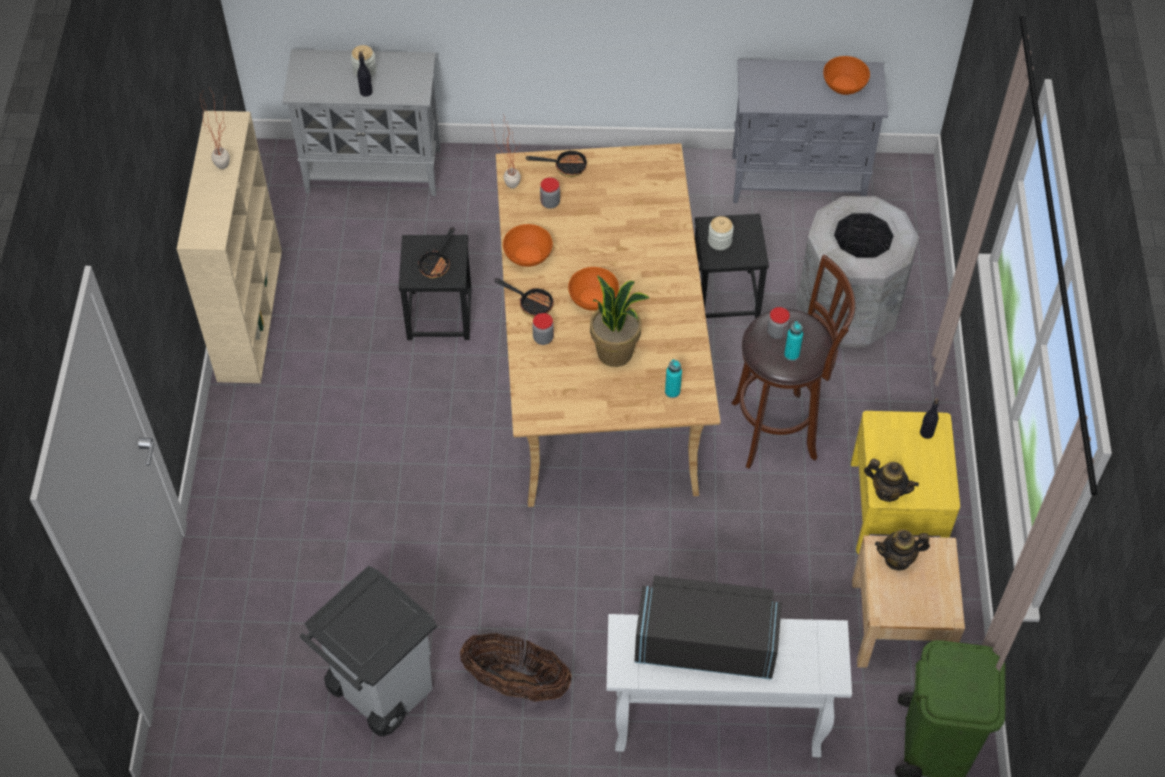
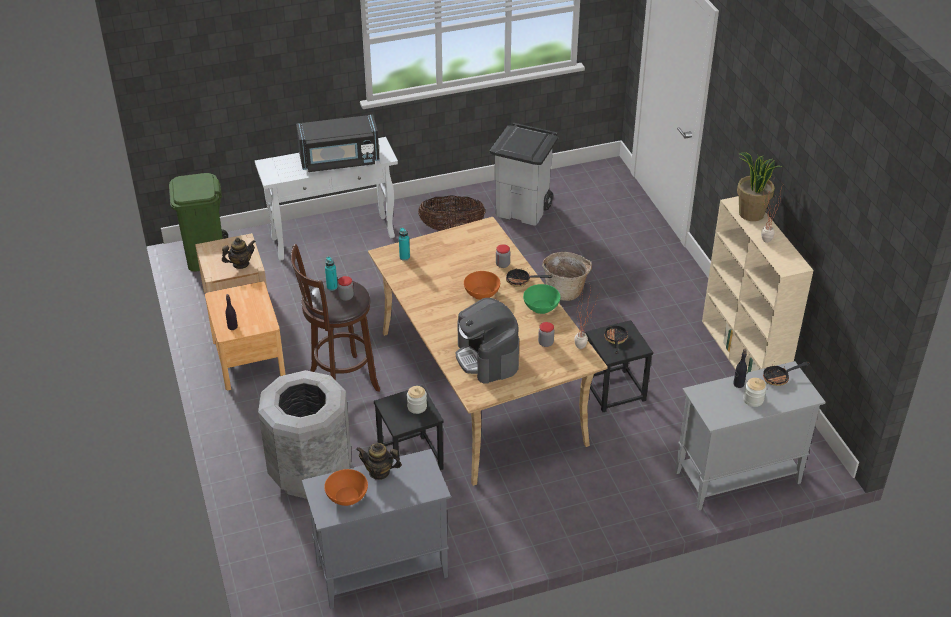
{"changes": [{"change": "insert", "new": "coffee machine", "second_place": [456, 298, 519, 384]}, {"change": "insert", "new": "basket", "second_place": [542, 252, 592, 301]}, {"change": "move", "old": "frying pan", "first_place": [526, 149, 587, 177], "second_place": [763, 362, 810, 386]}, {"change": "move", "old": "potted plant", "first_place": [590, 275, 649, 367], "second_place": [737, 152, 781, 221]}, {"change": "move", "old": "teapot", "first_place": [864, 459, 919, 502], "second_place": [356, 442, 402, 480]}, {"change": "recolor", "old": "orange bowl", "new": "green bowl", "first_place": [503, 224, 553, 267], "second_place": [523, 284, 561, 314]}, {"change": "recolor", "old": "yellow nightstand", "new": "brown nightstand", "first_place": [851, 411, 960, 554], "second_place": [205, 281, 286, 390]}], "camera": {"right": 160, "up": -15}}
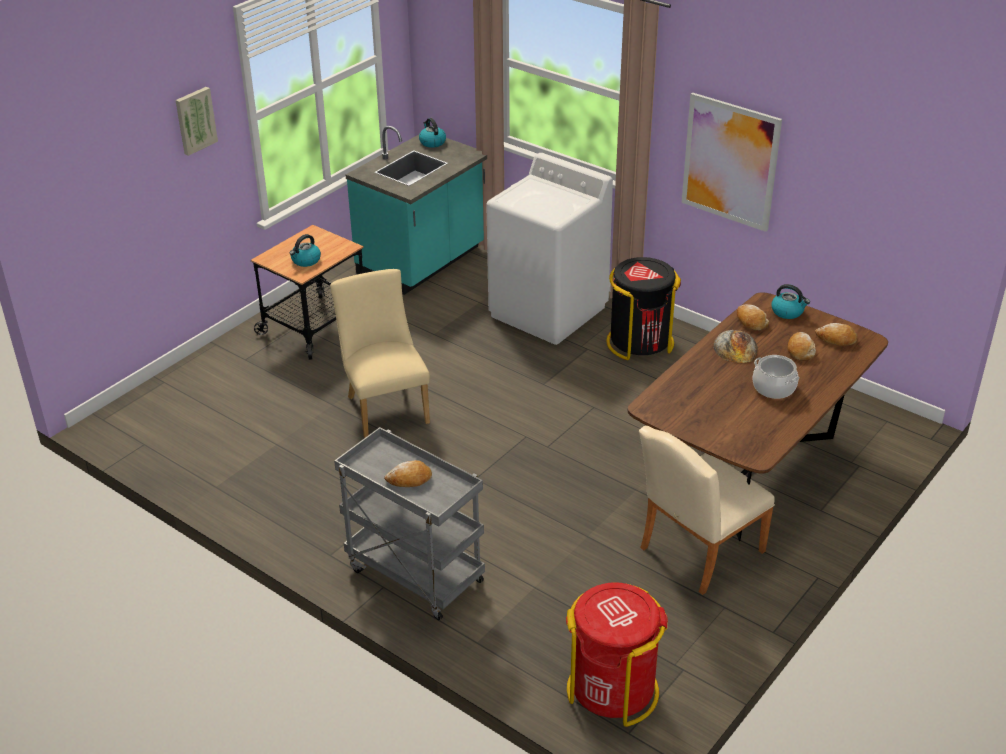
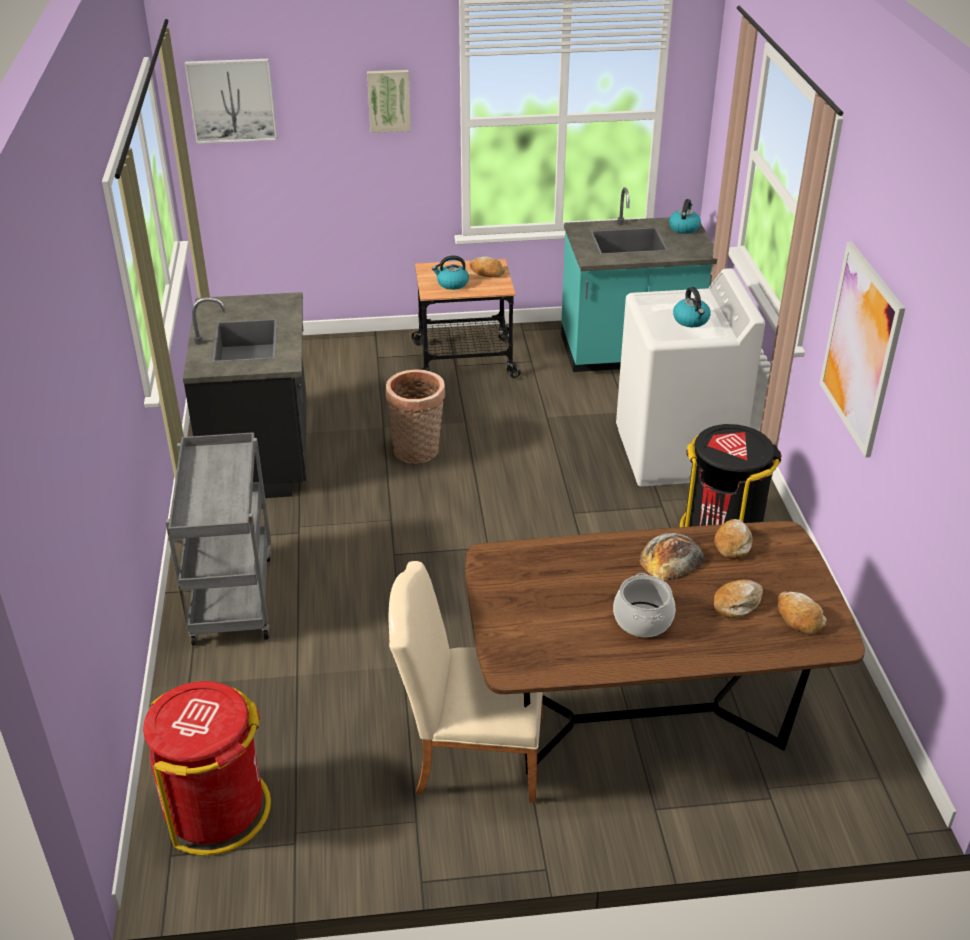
{"changes": [{"change": "insert", "new": "black counter", "second_place": [183, 292, 307, 498]}, {"change": "insert", "new": "picture", "second_place": [185, 59, 277, 144]}, {"change": "move", "old": "bread", "first_place": [384, 460, 432, 487], "second_place": [470, 256, 505, 278]}, {"change": "move", "old": "kettle", "first_place": [771, 284, 810, 319], "second_place": [673, 287, 711, 327]}, {"change": "replace", "old": "beige chair", "new": "basket", "first_place": [330, 269, 430, 438], "second_place": [386, 369, 445, 464]}], "camera": {"right": 45, "up": 0}}
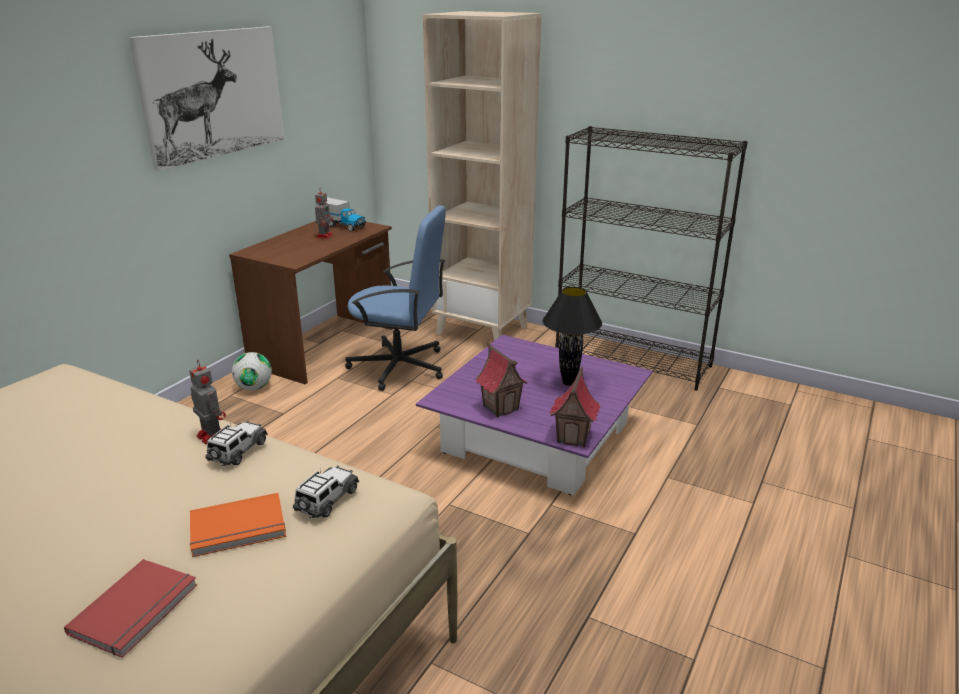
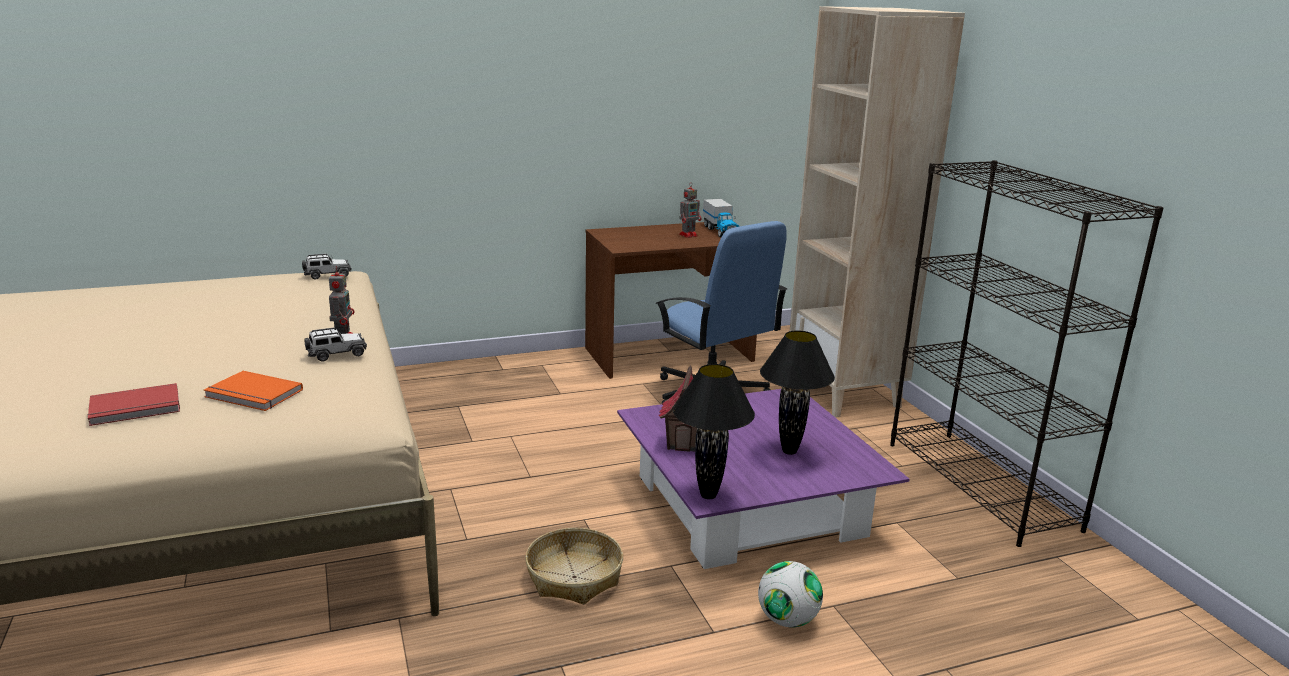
{"changes": [{"change": "delete", "old": "picture", "first_place": [129, 27, 284, 171]}, {"change": "insert", "new": "basket", "second_place": [525, 528, 623, 604]}, {"change": "move", "old": "football", "first_place": [232, 352, 272, 390], "second_place": [758, 561, 823, 627]}, {"change": "move", "old": "toy car", "first_place": [293, 465, 359, 518], "second_place": [302, 254, 352, 280]}, {"change": "replace", "old": "toy house", "new": "black table lamp", "first_place": [550, 367, 600, 447], "second_place": [673, 364, 755, 499]}], "camera": {"right": 40, "up": -5}}
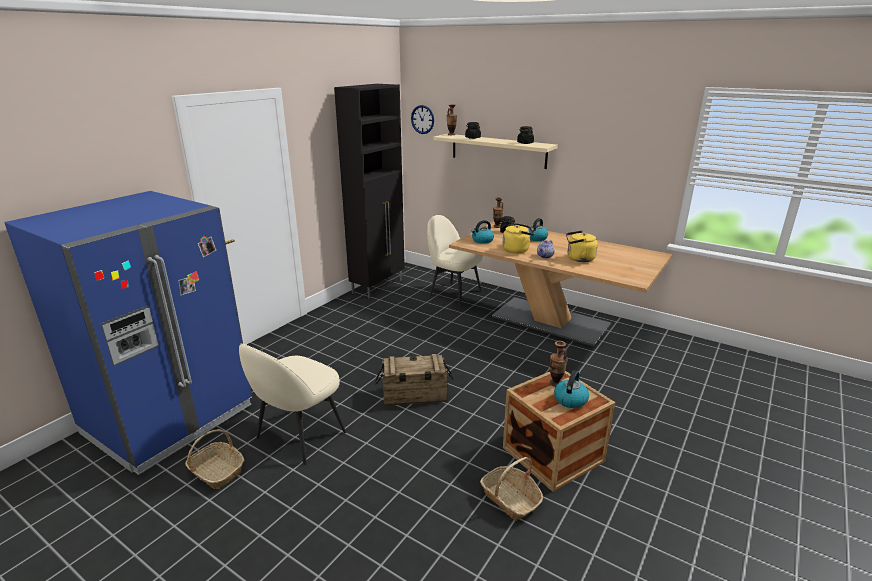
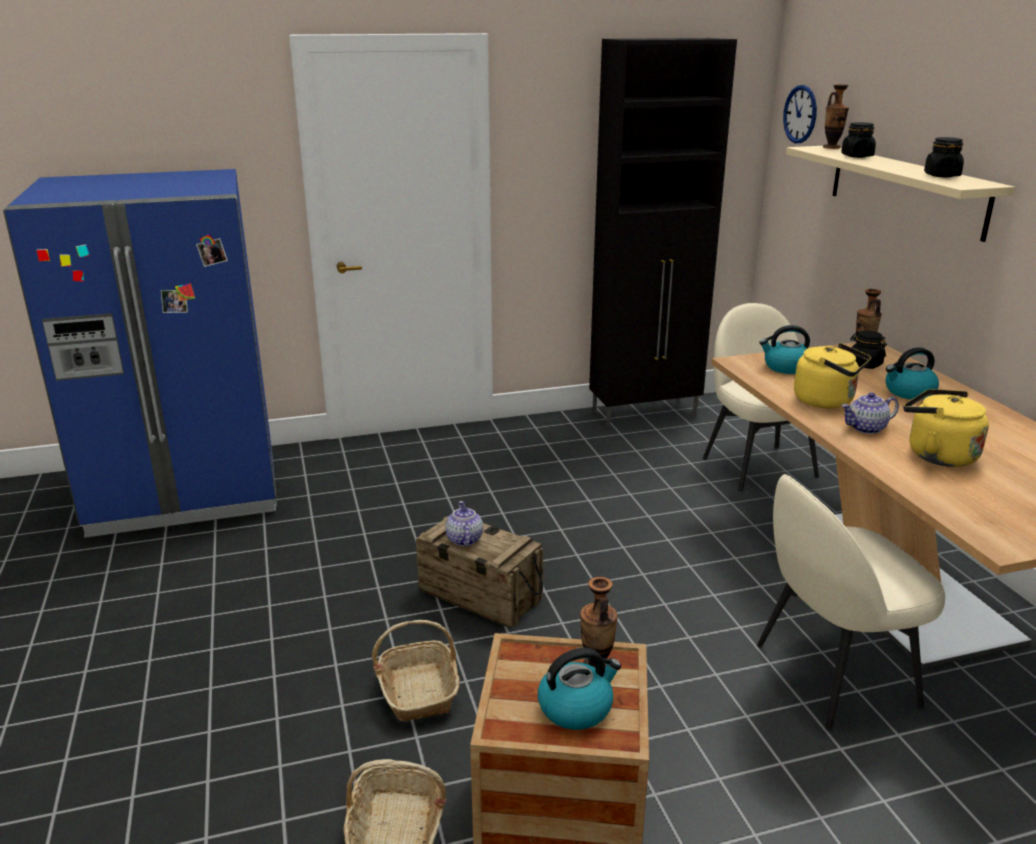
{"changes": [{"change": "insert", "new": "teapot", "second_place": [446, 501, 483, 546]}, {"change": "move", "old": "basket", "first_place": [185, 429, 245, 489], "second_place": [372, 620, 460, 722]}, {"change": "move", "old": "beige chair", "first_place": [239, 344, 346, 465], "second_place": [757, 474, 945, 731]}], "camera": {"right": 40, "up": 0}}
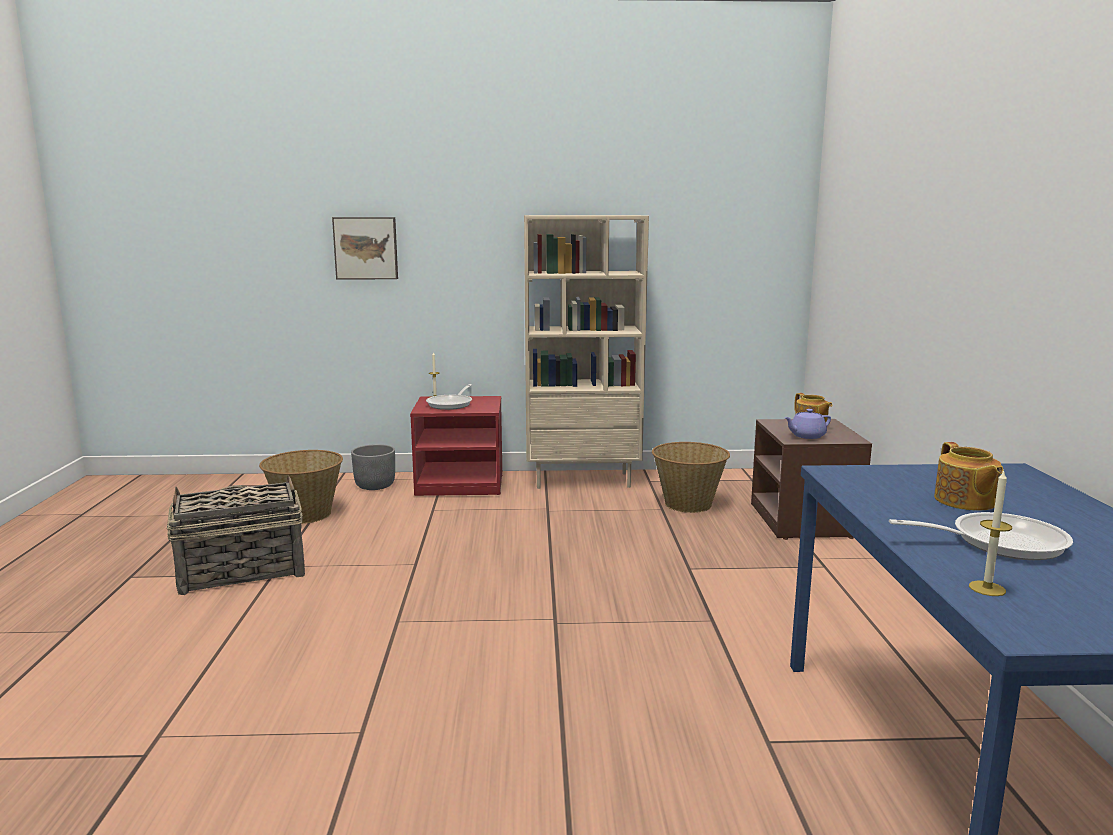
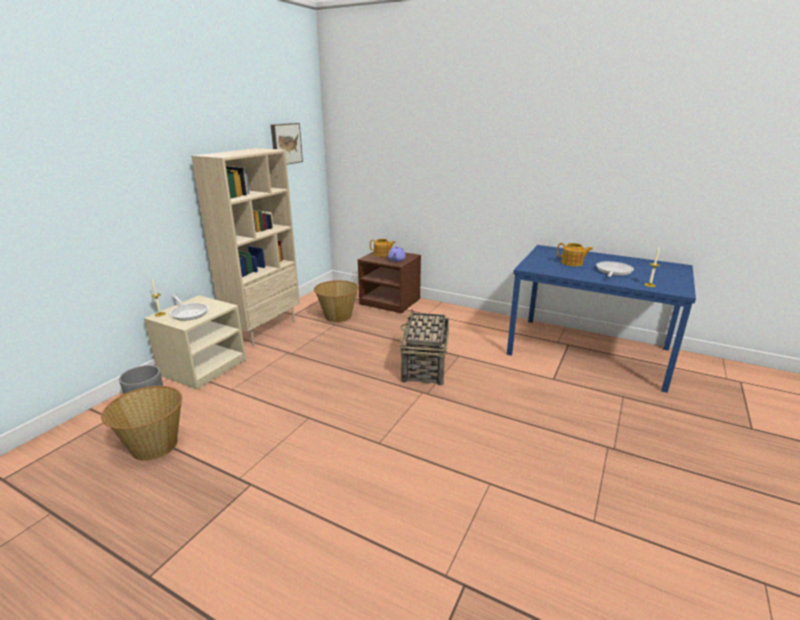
{"changes": [{"change": "move", "old": "basket", "first_place": [167, 475, 305, 595], "second_place": [400, 309, 449, 385]}, {"change": "move", "old": "picture", "first_place": [332, 217, 398, 279], "second_place": [271, 123, 303, 164]}, {"change": "recolor", "old": "red nightstand", "new": "beige nightstand", "first_place": [410, 396, 503, 496], "second_place": [144, 296, 246, 390]}], "camera": {"right": -60, "up": 10}}
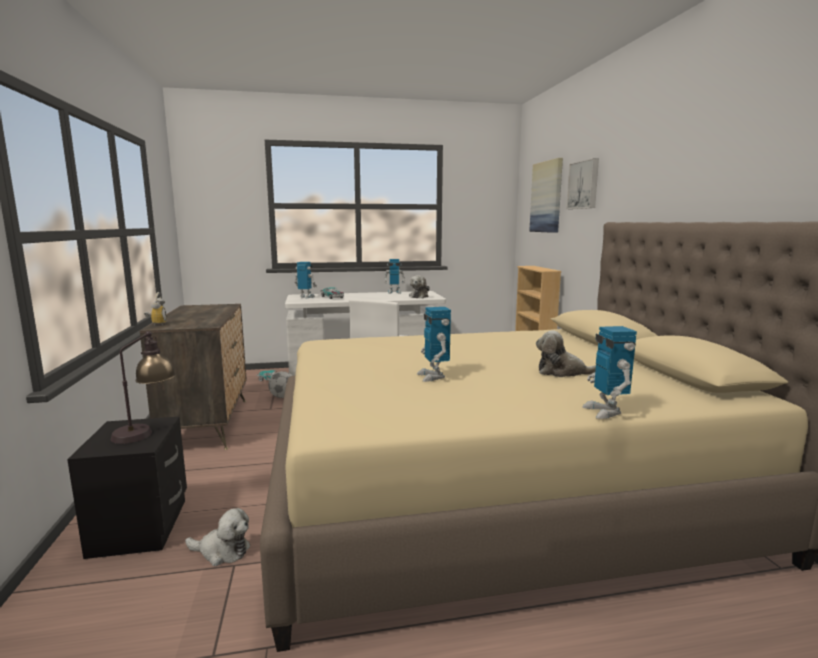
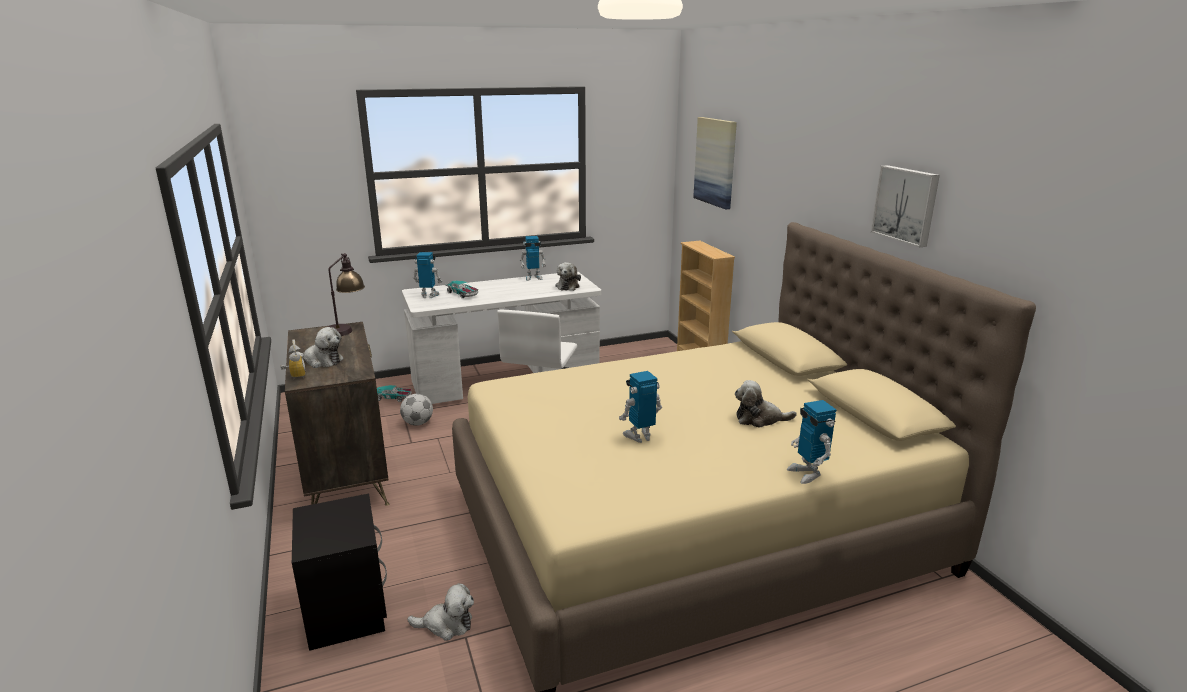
{"changes": [{"change": "insert", "new": "plush toy", "second_place": [293, 327, 344, 368]}, {"change": "move", "old": "table lamp", "first_place": [111, 331, 176, 444], "second_place": [328, 253, 365, 336]}, {"change": "move", "old": "picture", "first_place": [566, 158, 599, 209], "second_place": [871, 165, 940, 247]}, {"change": "rotate", "old": "toy robot", "first_place": [417, 307, 451, 382], "second_place": [619, 371, 662, 443], "degrees": 90}], "camera": {"right": -10, "up": 10}}
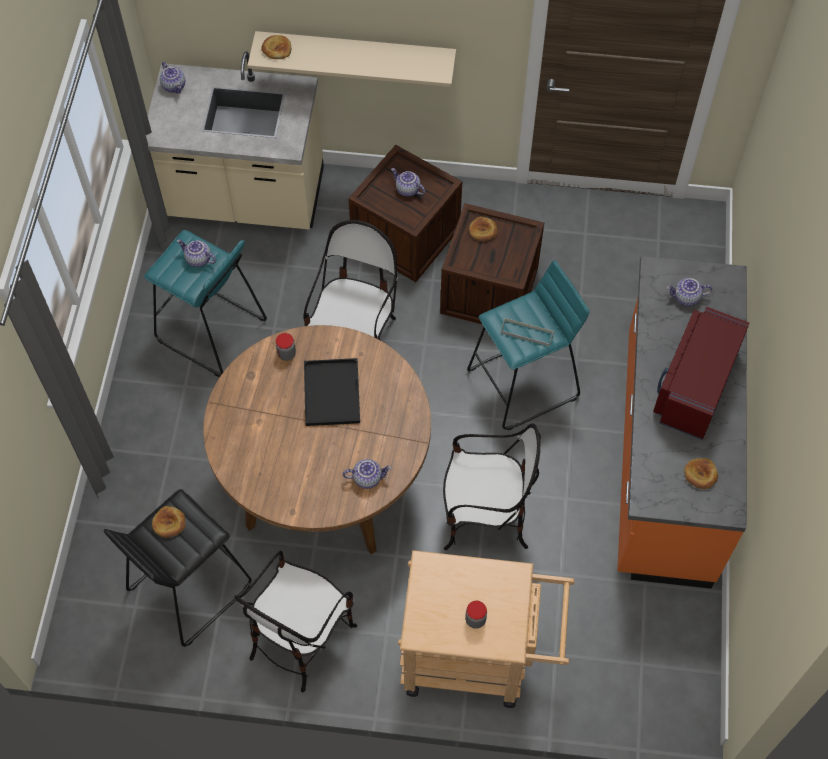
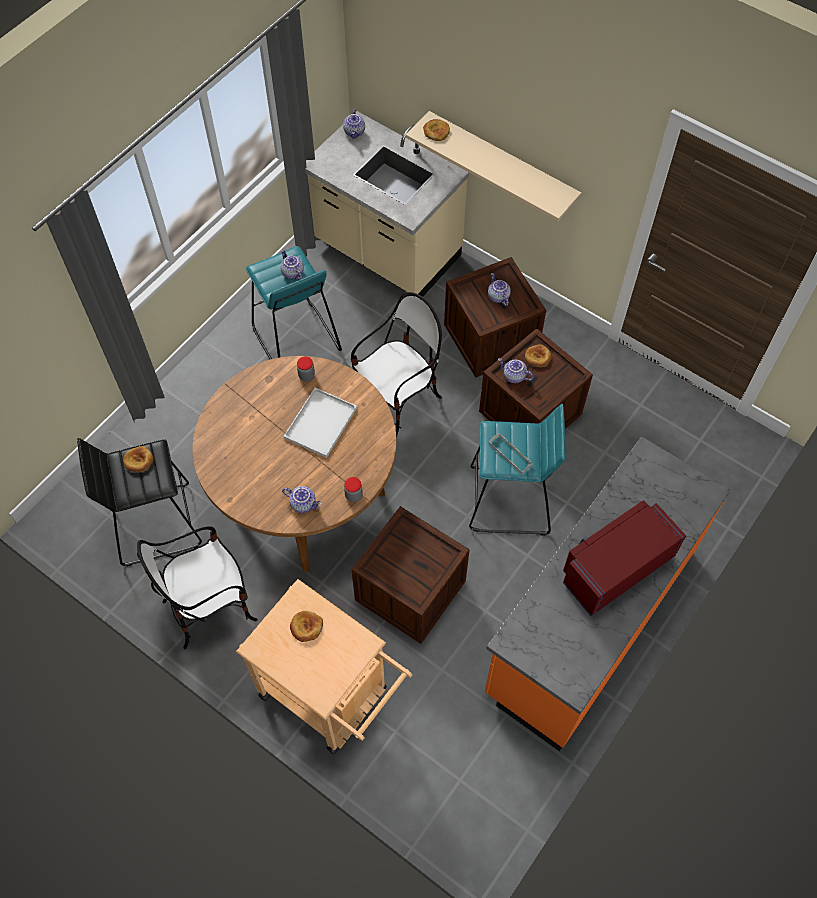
{"changes": [{"change": "move", "old": "jar", "first_place": [465, 601, 487, 629], "second_place": [344, 477, 363, 502]}, {"change": "move", "old": "teapot", "first_place": [667, 278, 712, 306], "second_place": [498, 358, 533, 383]}, {"change": "move", "old": "bread", "first_place": [684, 458, 718, 489], "second_place": [290, 611, 323, 642]}, {"change": "replace", "old": "chair", "new": "crate", "first_place": [443, 423, 541, 550], "second_place": [351, 506, 470, 644]}, {"change": "recolor", "old": "black tray", "new": "white tray", "first_place": [304, 358, 360, 426], "second_place": [283, 388, 357, 458]}], "camera": {"right": 30, "up": 0}}
